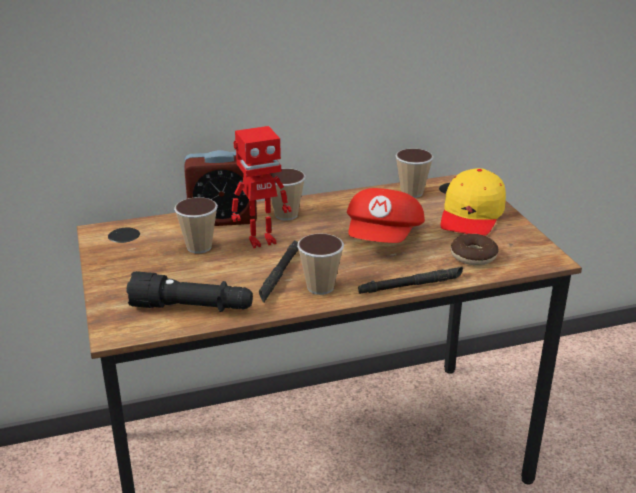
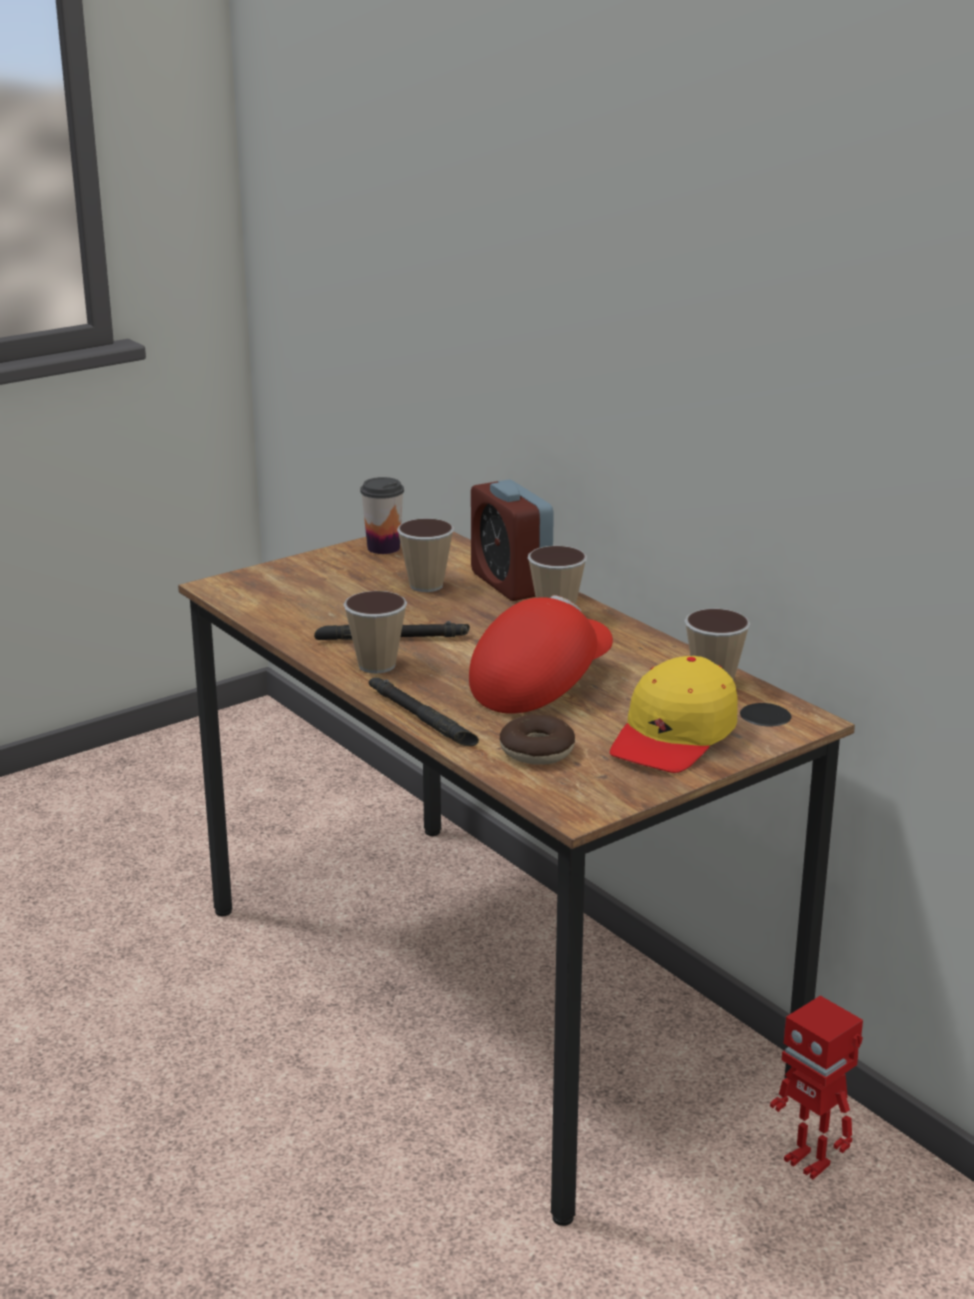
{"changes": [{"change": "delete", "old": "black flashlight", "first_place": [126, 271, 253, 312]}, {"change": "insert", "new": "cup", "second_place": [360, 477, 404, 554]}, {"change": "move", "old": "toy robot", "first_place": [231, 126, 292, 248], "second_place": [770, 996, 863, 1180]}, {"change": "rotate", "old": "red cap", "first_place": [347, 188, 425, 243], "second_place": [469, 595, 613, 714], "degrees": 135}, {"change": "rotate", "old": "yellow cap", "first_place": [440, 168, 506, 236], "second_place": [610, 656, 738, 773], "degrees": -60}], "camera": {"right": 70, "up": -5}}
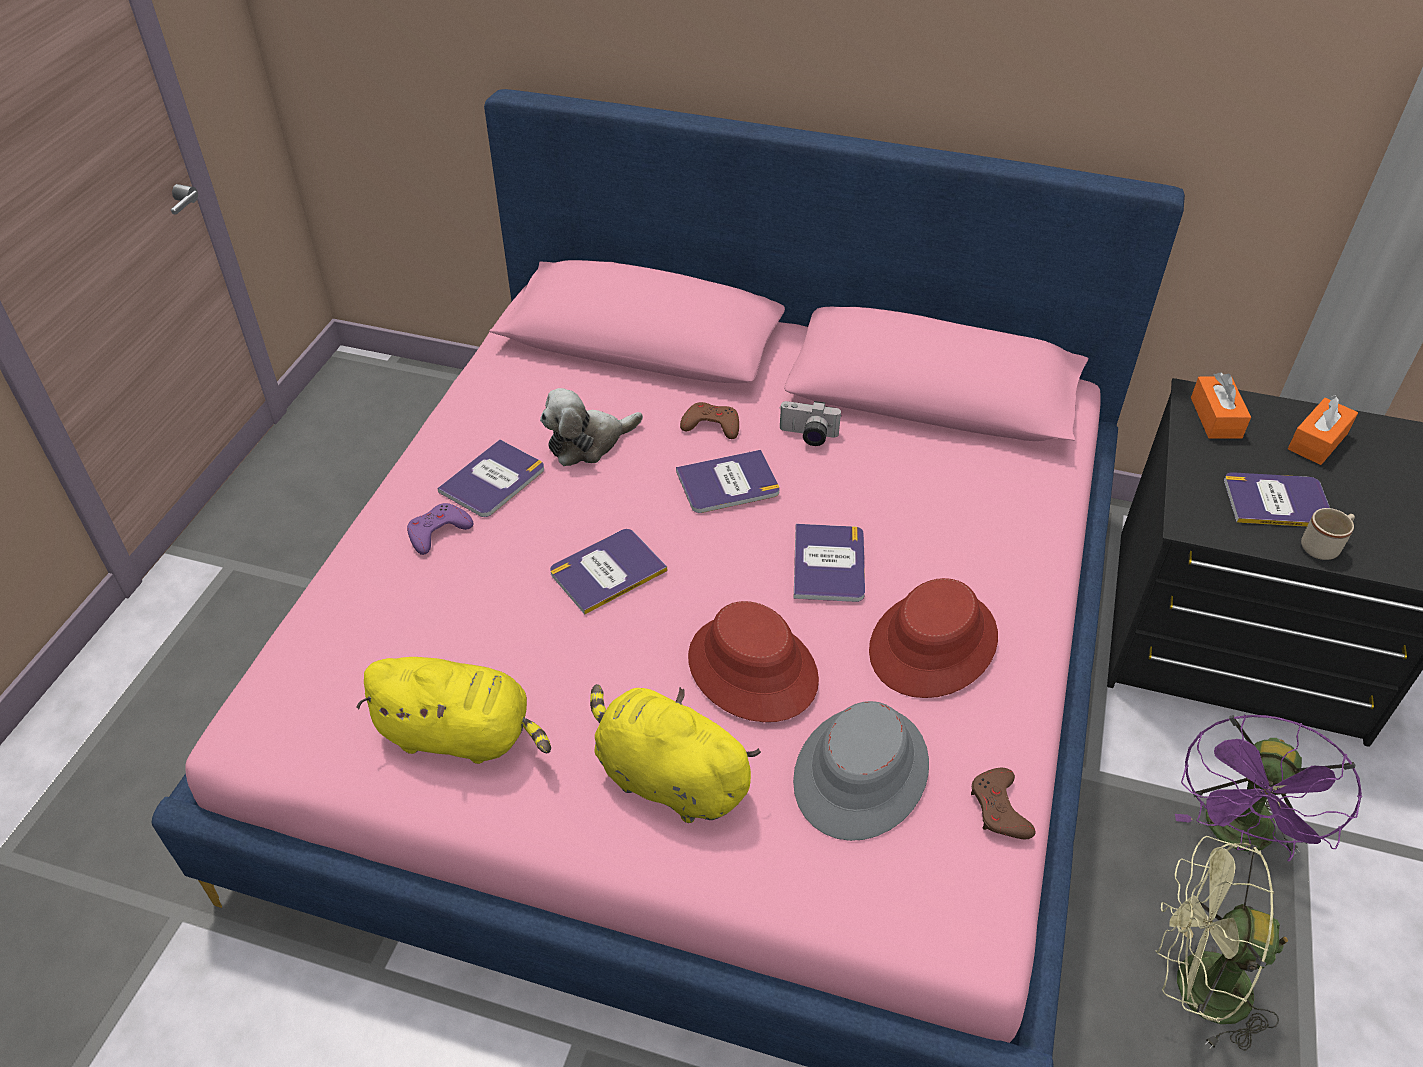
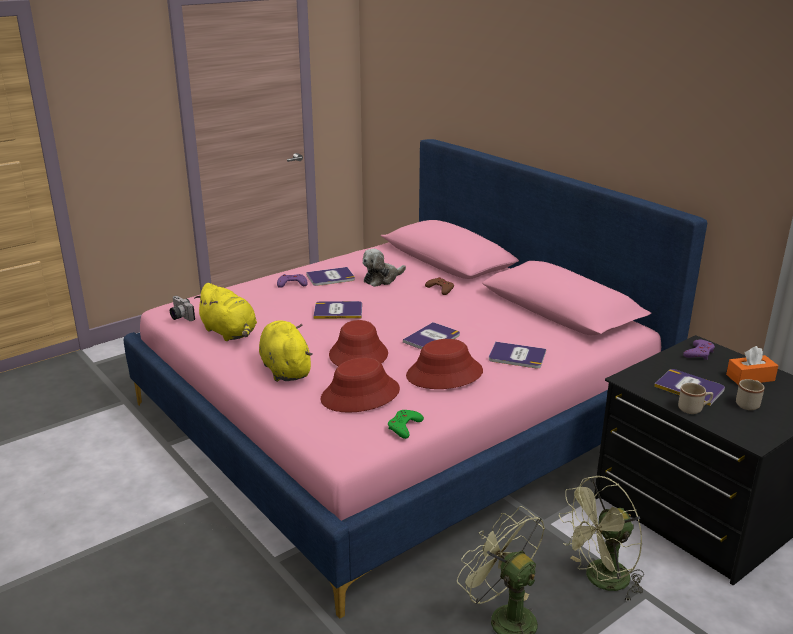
{"changes": [{"change": "insert", "new": "beige mug", "second_place": [736, 379, 765, 410]}, {"change": "move", "old": "book", "first_place": [676, 450, 780, 513], "second_place": [489, 342, 546, 369]}, {"change": "move", "old": "photo camera", "first_place": [780, 401, 842, 446], "second_place": [170, 296, 195, 321]}, {"change": "replace", "old": "orange tissue box", "new": "purple game controller", "first_place": [1191, 372, 1251, 439], "second_place": [683, 339, 715, 360]}, {"change": "recolor", "old": "grey hat", "new": "red hat", "first_place": [793, 701, 929, 841], "second_place": [321, 358, 400, 413]}, {"change": "recolor", "old": "brown game controller", "new": "green game controller", "first_place": [971, 768, 1036, 839], "second_place": [388, 410, 424, 439]}, {"change": "recolor", "old": "purple fan", "new": "green fan", "first_place": [1175, 715, 1362, 861], "second_place": [559, 475, 644, 603]}, {"change": "rotate", "old": "plush toy", "first_place": [540, 388, 643, 466], "second_place": [363, 249, 406, 287], "degrees": -45}], "camera": {"right": 35, "up": -20}}
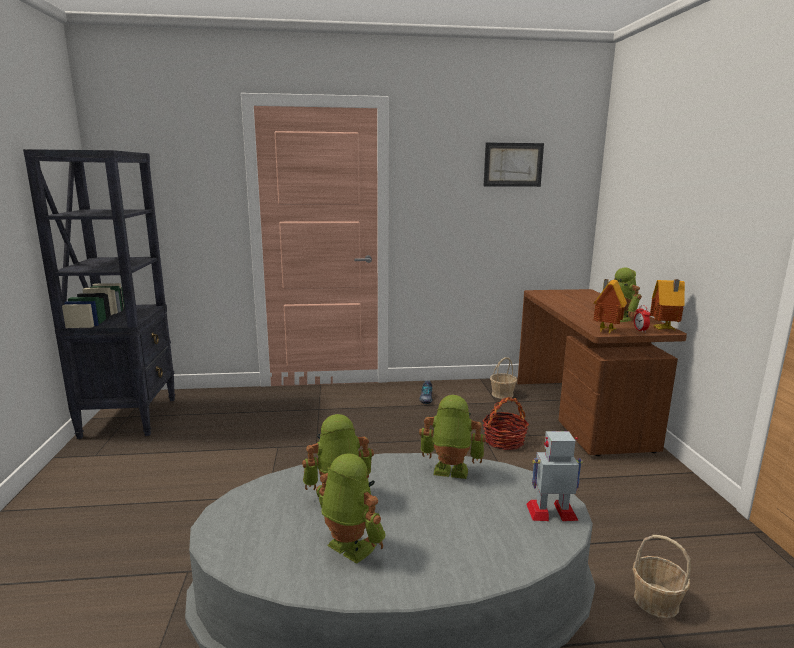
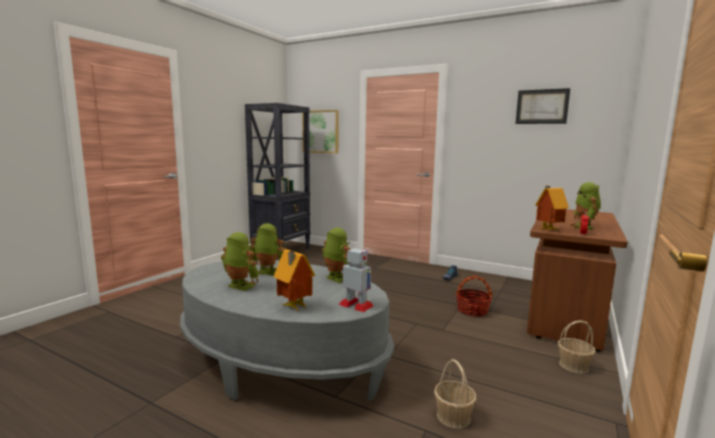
{"changes": [{"change": "insert", "new": "picture", "second_place": [302, 110, 339, 153]}, {"change": "move", "old": "basket", "first_place": [490, 357, 517, 399], "second_place": [558, 320, 596, 374]}, {"change": "move", "old": "toy house", "first_place": [650, 279, 685, 331], "second_place": [274, 249, 315, 311]}, {"change": "rotate", "old": "toy robot", "first_place": [316, 453, 385, 564], "second_place": [221, 232, 259, 291], "degrees": -45}], "camera": {"right": 35, "up": -5}}
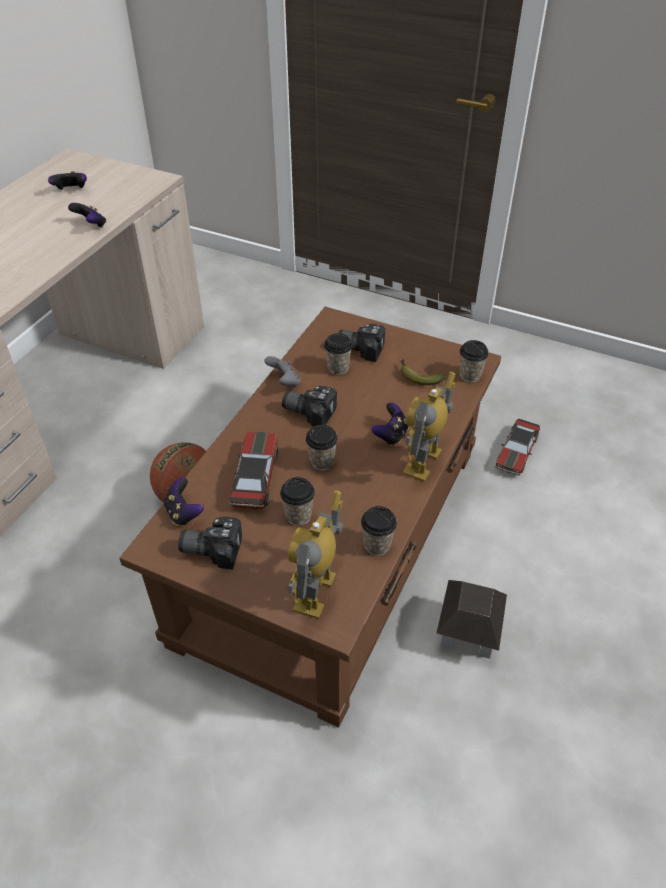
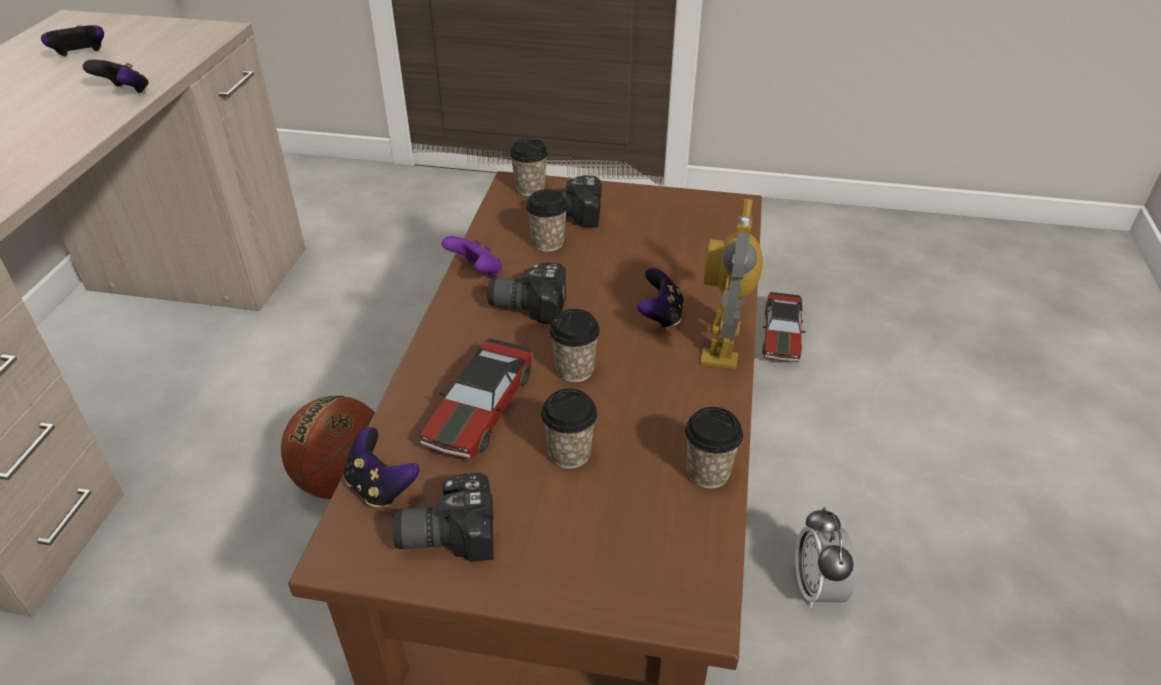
{"changes": [{"change": "delete", "old": "toy robot", "first_place": [288, 490, 343, 619]}, {"change": "delete", "old": "banana", "first_place": [401, 359, 445, 385]}, {"change": "move", "old": "cup", "first_place": [459, 340, 489, 382], "second_place": [510, 138, 548, 196]}, {"change": "replace", "old": "toy house", "new": "alarm clock", "first_place": [437, 580, 507, 659], "second_place": [795, 507, 856, 608]}, {"change": "recolor", "old": "grey game controller", "new": "purple game controller", "first_place": [264, 356, 301, 388], "second_place": [442, 236, 502, 277]}, {"change": "rotate", "old": "toy car", "first_place": [230, 432, 278, 509], "second_place": [420, 338, 532, 459], "degrees": -150}], "camera": {"right": -15, "up": -5}}
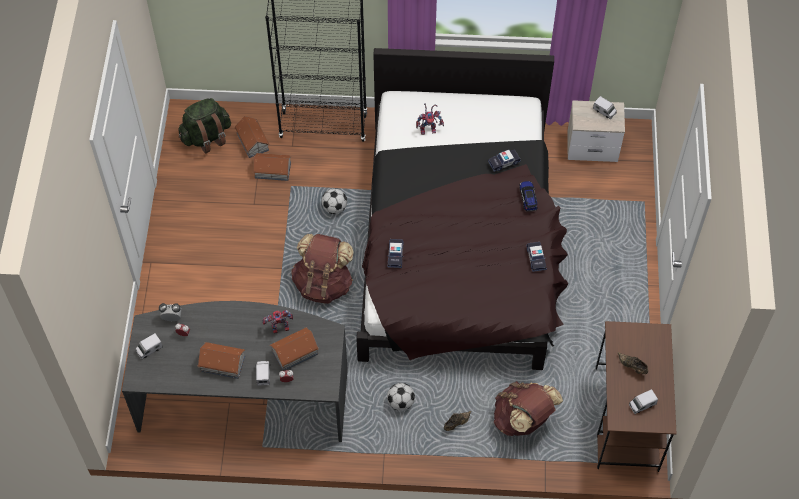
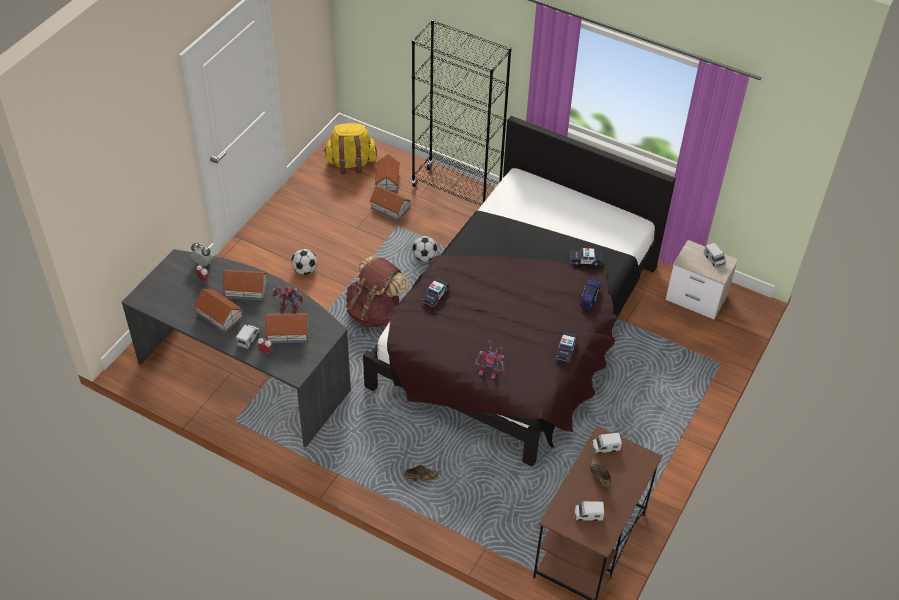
{"changes": [{"change": "delete", "old": "brown backpack", "first_place": [494, 381, 563, 436]}, {"change": "insert", "new": "toy house", "second_place": [222, 270, 267, 300]}, {"change": "move", "old": "toy truck", "first_place": [135, 333, 163, 359], "second_place": [592, 433, 622, 454]}, {"change": "move", "old": "football", "first_place": [387, 383, 415, 411], "second_place": [291, 249, 317, 275]}, {"change": "move", "old": "toy robot", "first_place": [416, 103, 444, 135], "second_place": [474, 341, 505, 379]}, {"change": "recolor", "old": "green backpack", "new": "yellow backpack", "first_place": [178, 98, 231, 154], "second_place": [324, 123, 377, 174]}], "camera": {"right": 25, "up": -10}}
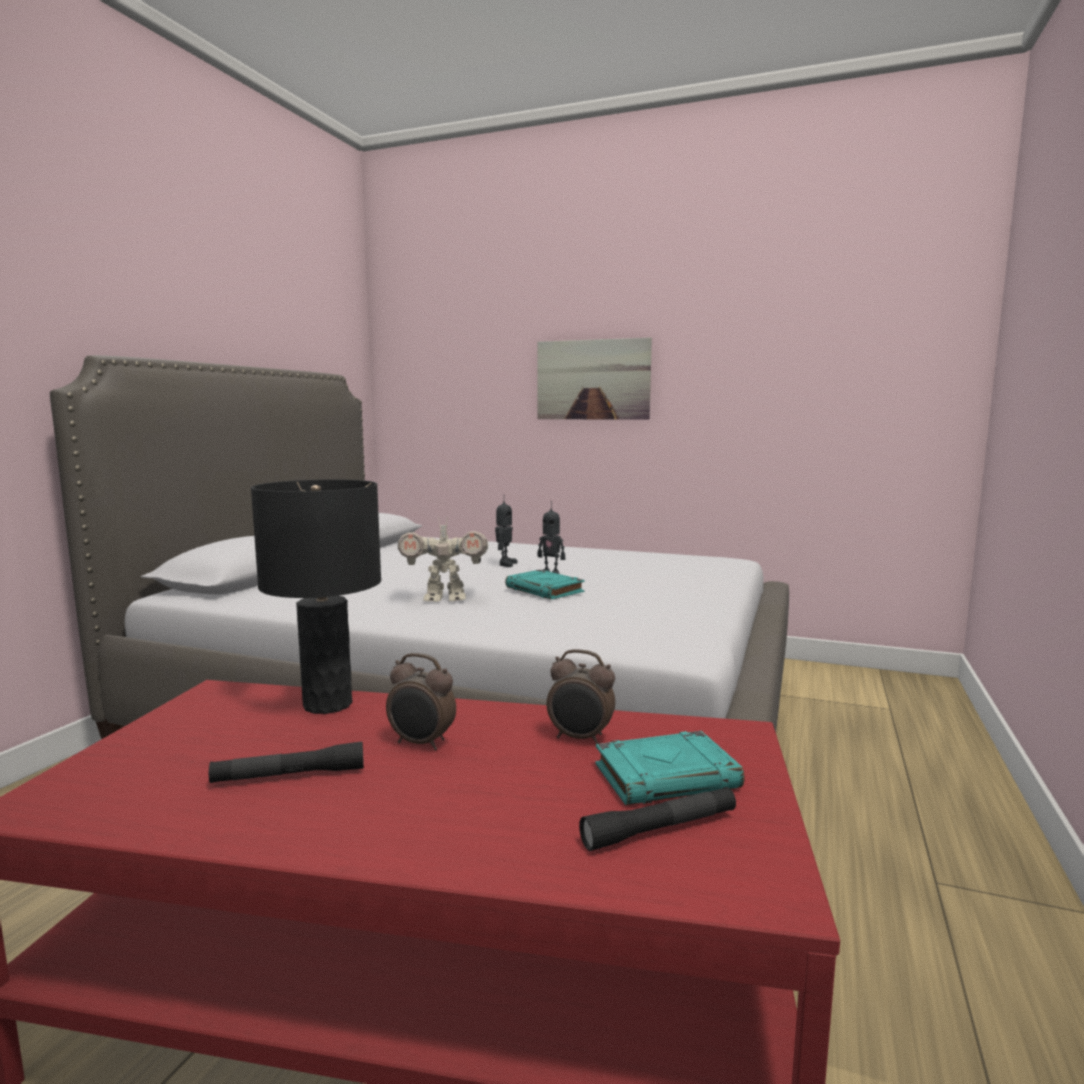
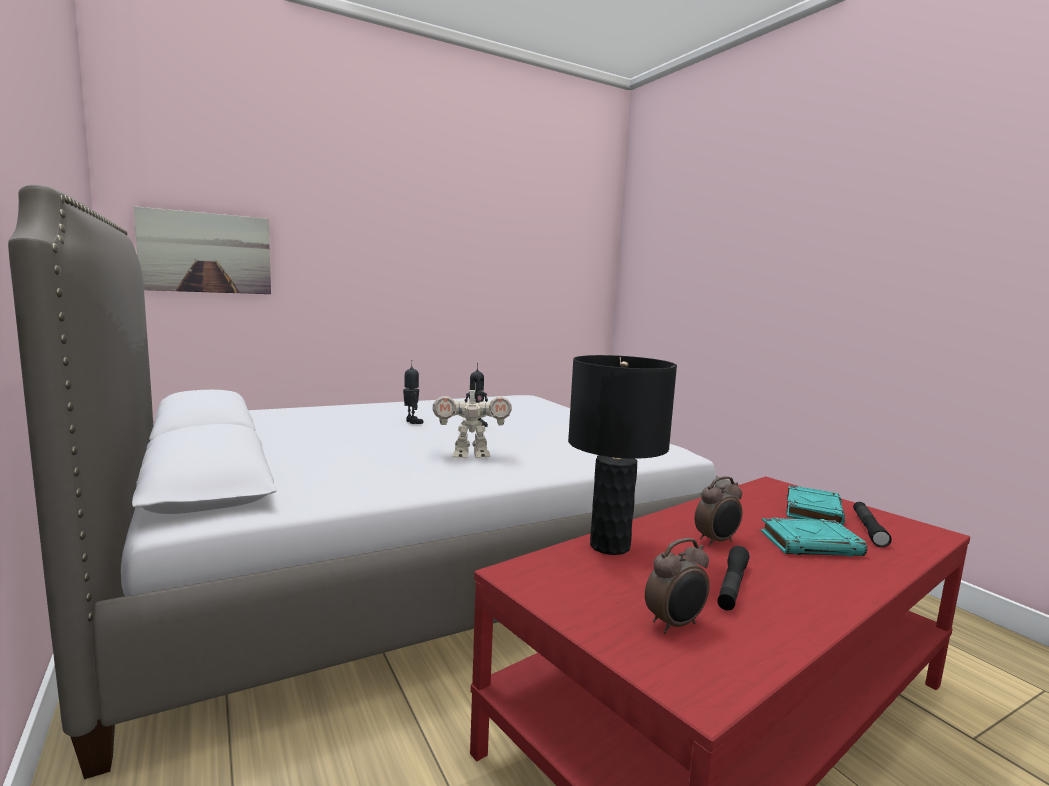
{"changes": [{"change": "move", "old": "turquoise book", "first_place": [505, 570, 585, 600], "second_place": [761, 518, 867, 556]}, {"change": "move", "old": "picture", "first_place": [537, 337, 652, 420], "second_place": [134, 206, 271, 294]}, {"change": "move", "old": "alarm clock", "first_place": [547, 649, 615, 744], "second_place": [645, 538, 710, 634]}, {"change": "rotate", "old": "toy robot", "first_place": [398, 517, 488, 602], "second_place": [432, 384, 512, 458], "degrees": 45}], "camera": {"right": -50, "up": 0}}
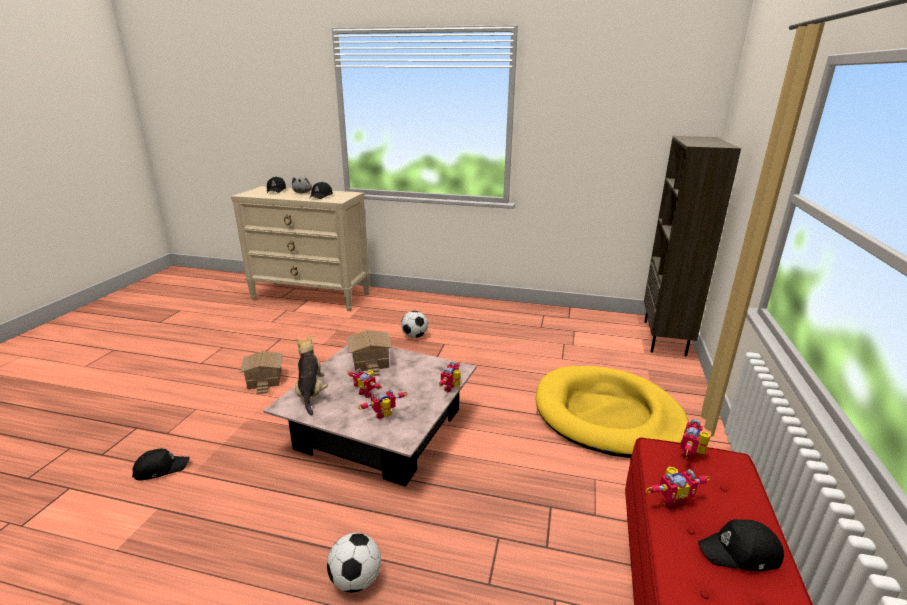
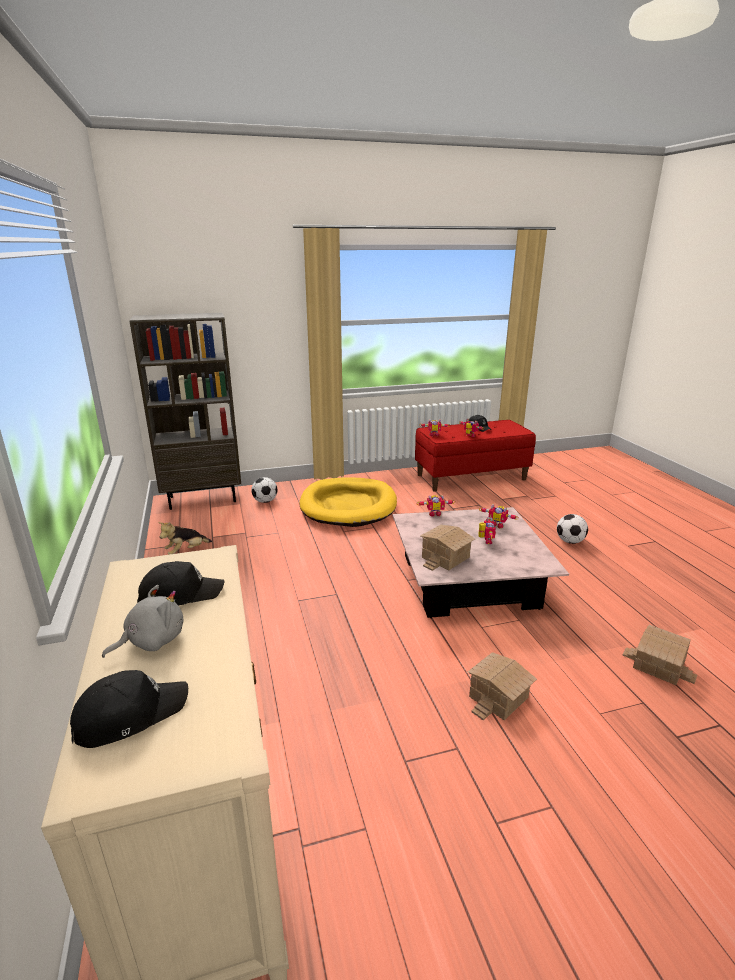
{"changes": [{"change": "move", "old": "plush toy", "first_place": [295, 335, 328, 416], "second_place": [158, 522, 212, 555]}, {"change": "move", "old": "football", "first_place": [401, 311, 428, 338], "second_place": [251, 477, 277, 503]}, {"change": "replace", "old": "black cap", "new": "toy house", "first_place": [132, 448, 190, 481], "second_place": [623, 625, 697, 685]}], "camera": {"right": -120, "up": 0}}
